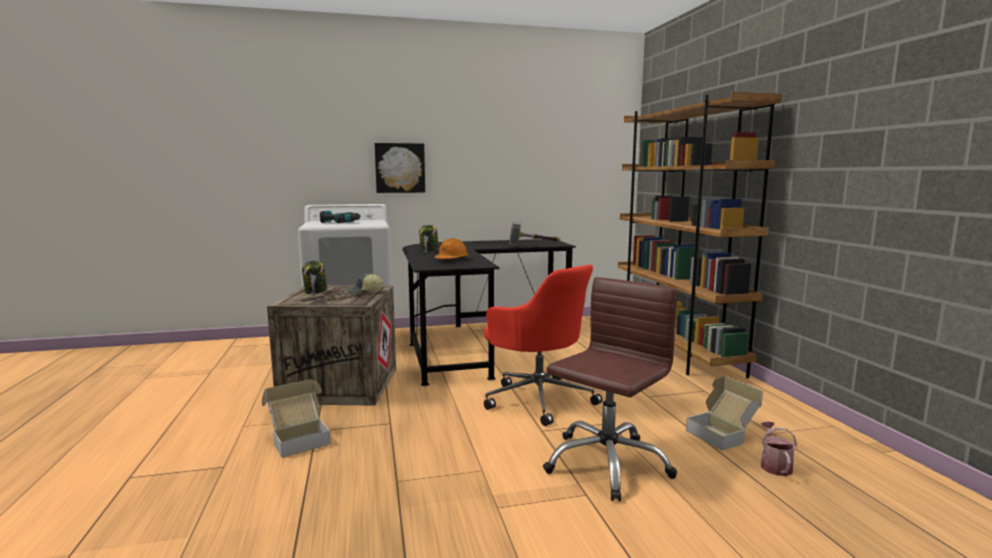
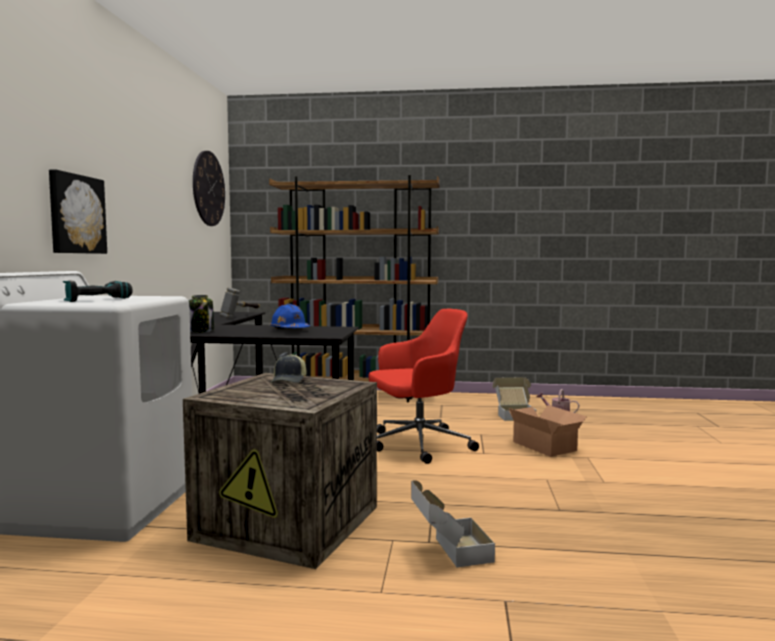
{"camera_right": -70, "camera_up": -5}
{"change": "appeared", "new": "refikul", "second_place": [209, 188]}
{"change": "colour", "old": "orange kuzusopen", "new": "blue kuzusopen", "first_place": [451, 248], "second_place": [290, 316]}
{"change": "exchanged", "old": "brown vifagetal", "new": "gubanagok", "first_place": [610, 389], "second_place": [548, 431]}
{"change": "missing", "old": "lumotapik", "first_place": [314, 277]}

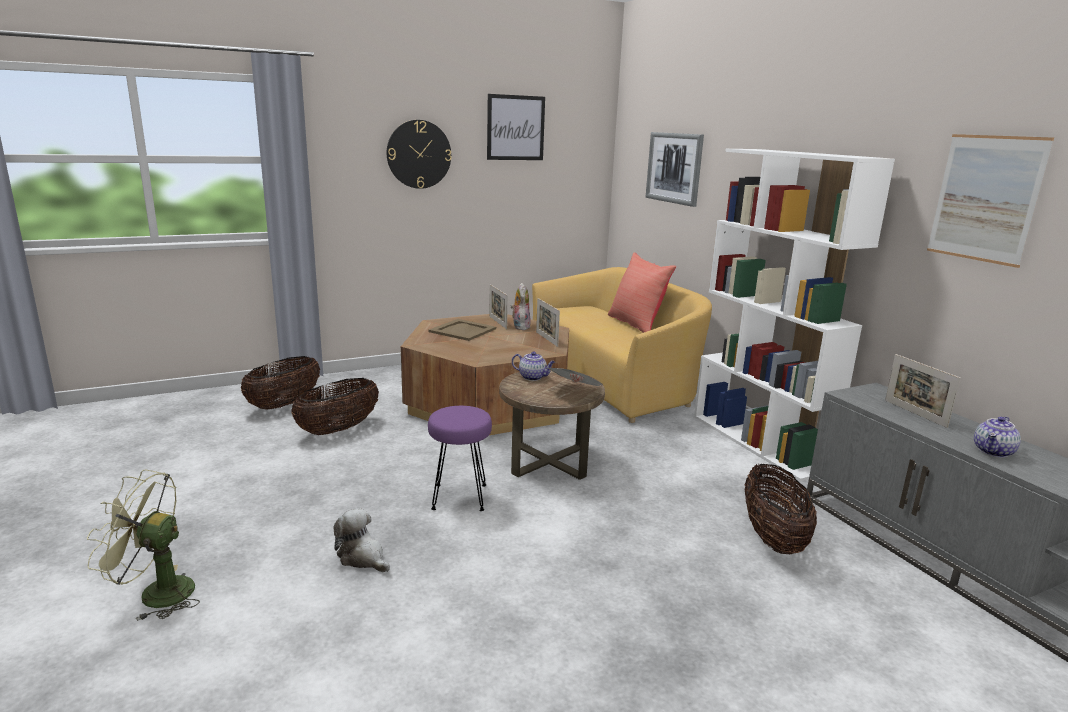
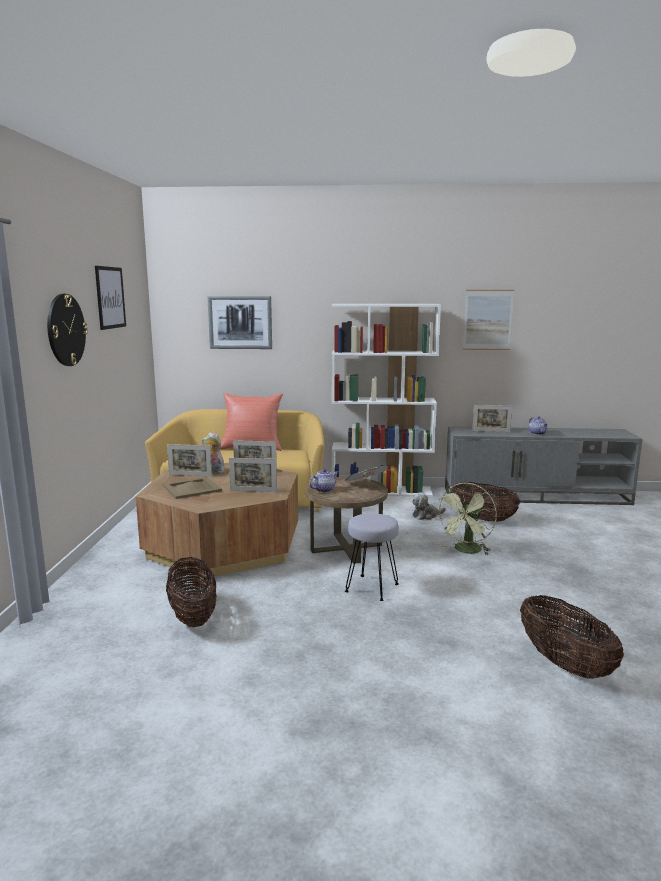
{"camera_right": -60, "camera_up": -5}
{"change": "appeared", "new": "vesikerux", "second_place": [253, 475]}
{"change": "colour", "old": "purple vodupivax", "new": "grey vodupivax", "first_place": [460, 458], "second_place": [372, 557]}
{"change": "relocated", "old": "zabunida", "first_place": [361, 540], "second_place": [429, 506]}
{"change": "relocated", "old": "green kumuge", "first_place": [143, 545], "second_place": [466, 519]}
{"change": "relocated", "old": "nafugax", "first_place": [280, 383], "second_place": [572, 637]}

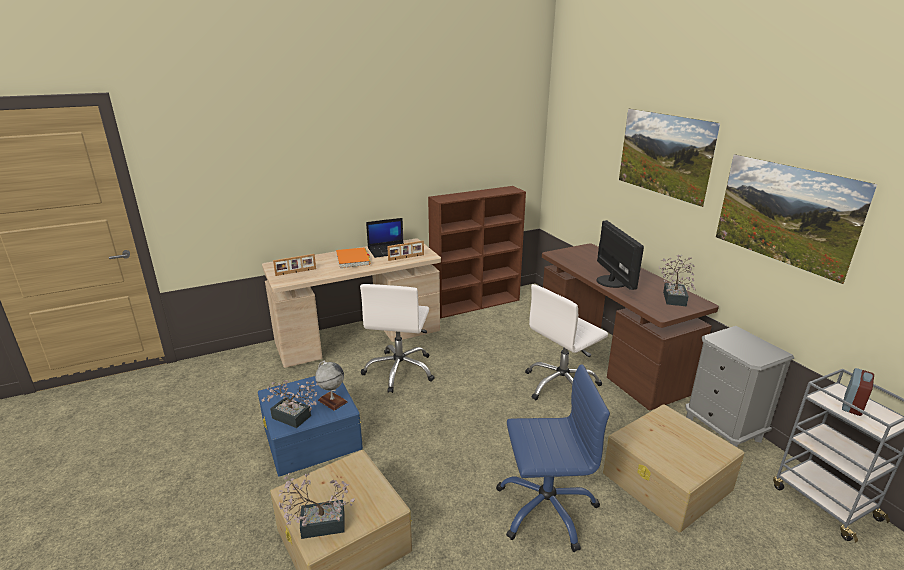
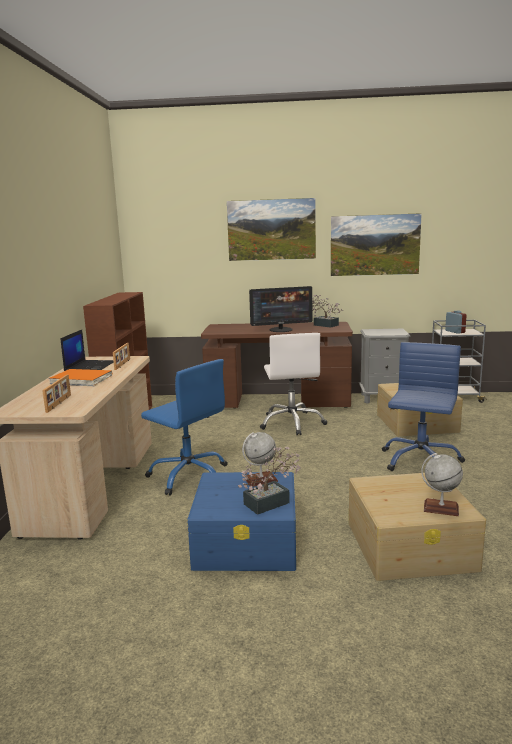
{"camera_right": -60, "camera_up": -10}
{"change": "colour", "old": "white vifagetal", "new": "blue vifagetal", "first_place": [397, 338], "second_place": [184, 427]}
{"change": "spun", "old": "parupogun", "first_place": [620, 255], "second_place": [280, 309], "degrees": 150}
{"change": "exchanged", "old": "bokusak", "new": "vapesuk", "first_place": [317, 506], "second_place": [442, 484]}

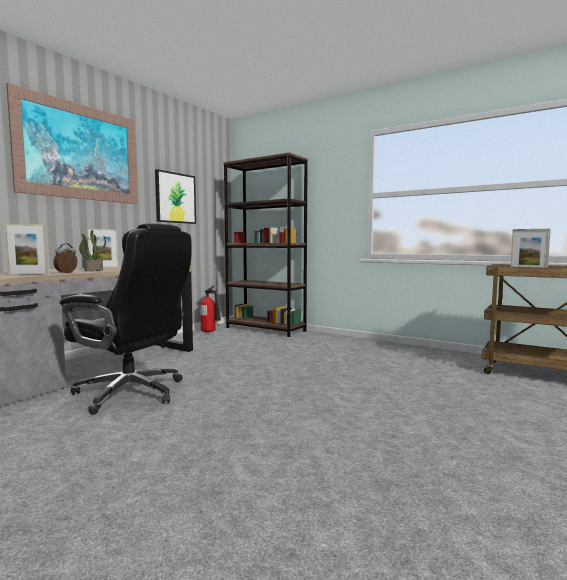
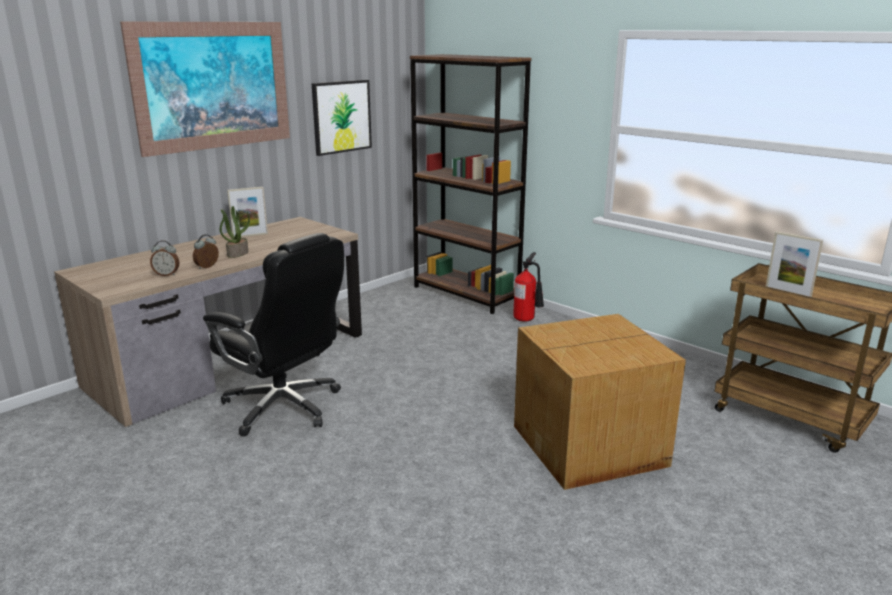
{"camera_right": 10, "camera_up": 15}
{"change": "exchanged", "old": "vesikerux", "new": "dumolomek", "first_place": [26, 249], "second_place": [164, 258]}
{"change": "relocated", "old": "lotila", "first_place": [210, 309], "second_place": [528, 287]}
{"change": "appeared", "new": "gubanagok", "second_place": [600, 402]}

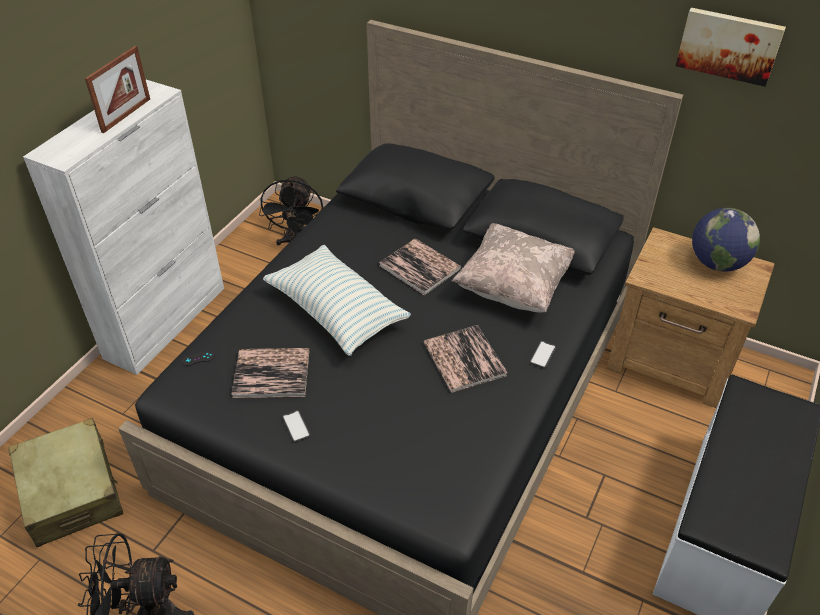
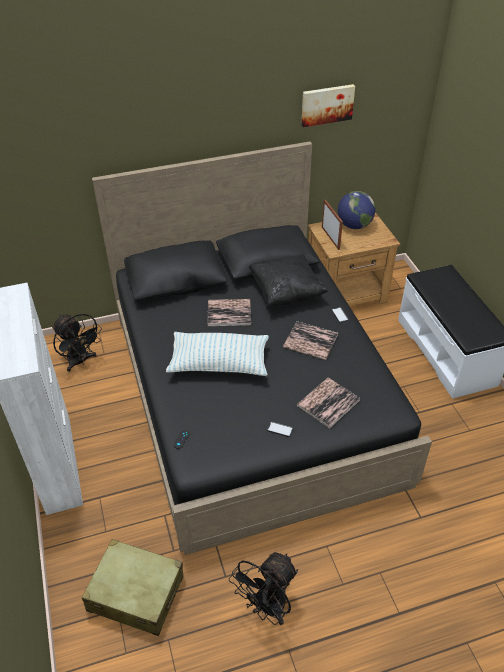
{"camera_right": -45, "camera_up": 0}
{"change": "colour", "old": "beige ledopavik", "new": "black ledopavik", "first_place": [513, 267], "second_place": [288, 280]}
{"change": "relocated", "old": "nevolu", "first_place": [270, 373], "second_place": [328, 403]}
{"change": "relocated", "old": "vesikerux", "first_place": [117, 89], "second_place": [332, 224]}

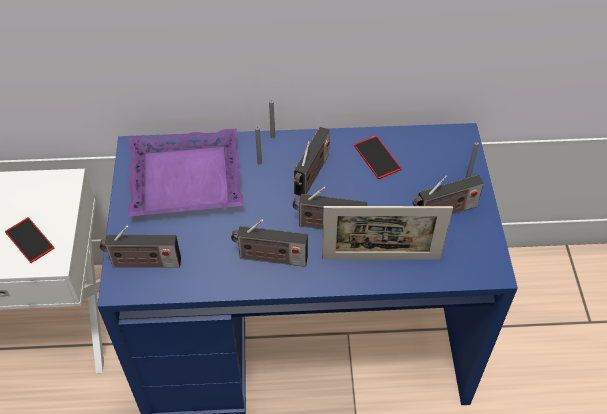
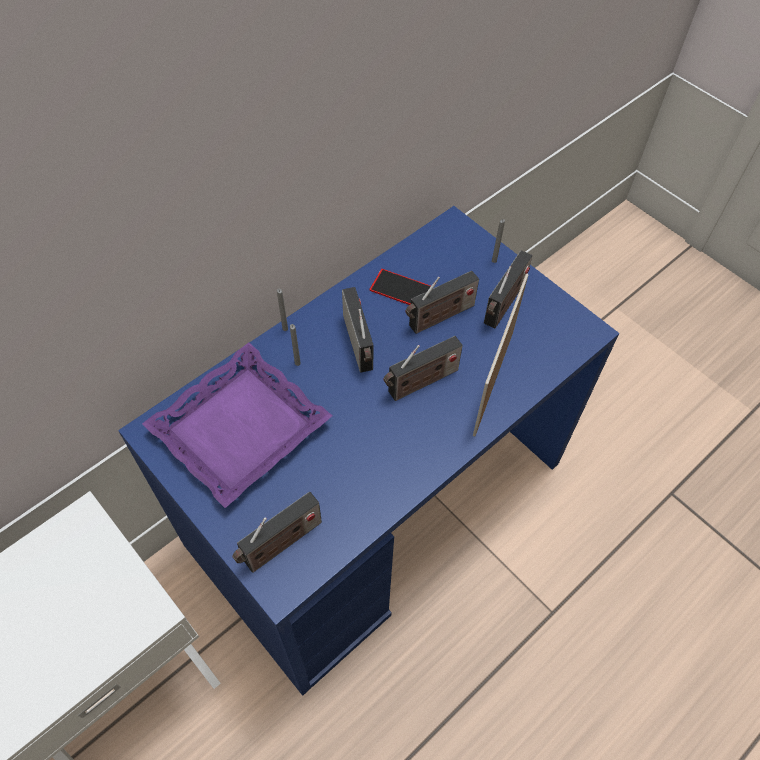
{"camera_right": -40, "camera_up": 5}
{"change": "relocated", "old": "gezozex", "first_place": [269, 243], "second_place": [442, 302]}
{"change": "spun", "old": "vesikerux", "first_place": [387, 233], "second_place": [501, 355], "degrees": 150}
{"change": "missing", "old": "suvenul", "first_place": [29, 240]}

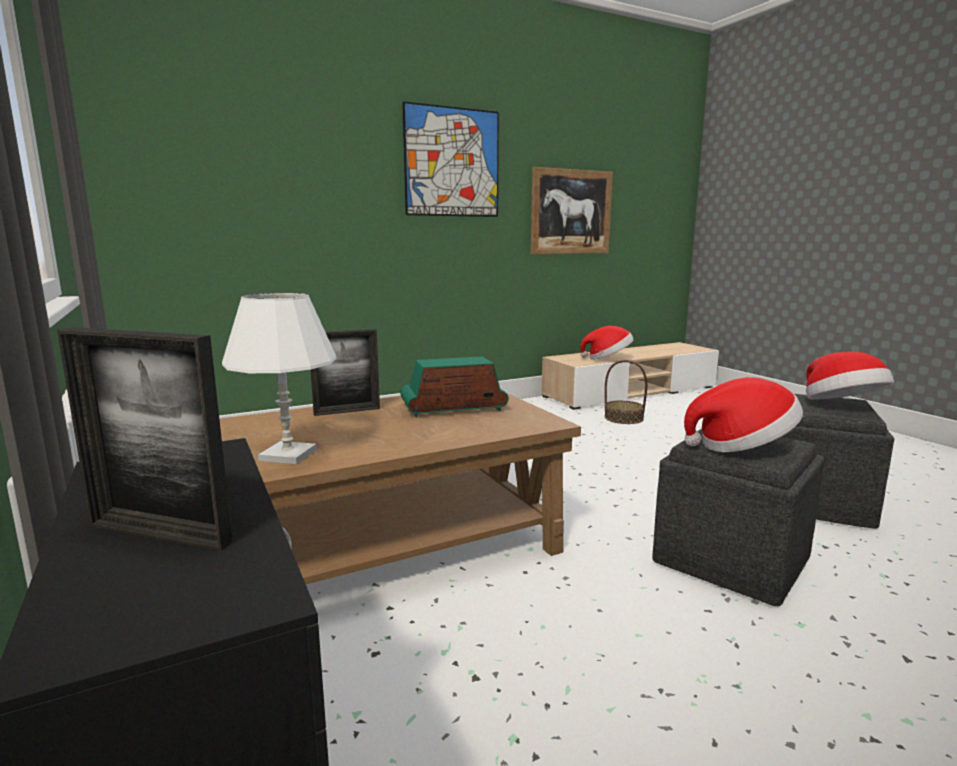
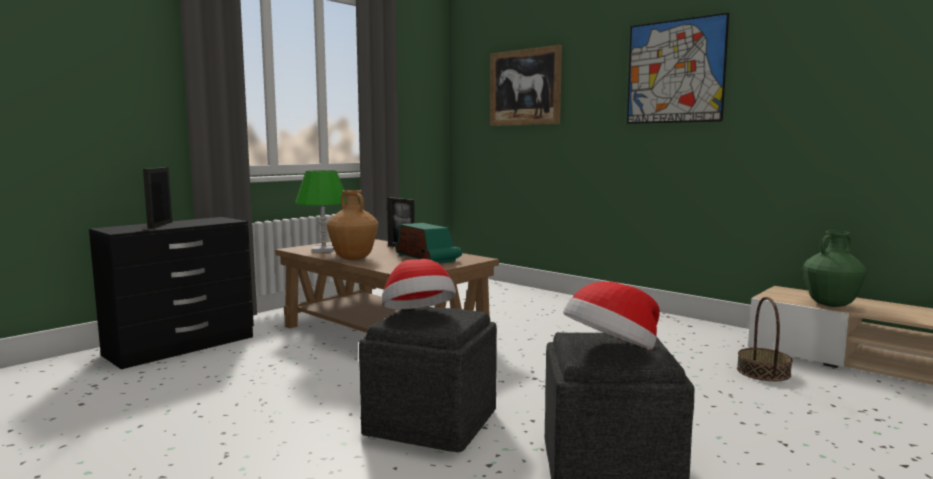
{"camera_right": 70, "camera_up": -5}
{"change": "colour", "old": "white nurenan", "new": "green nurenan", "first_place": [279, 378], "second_place": [320, 211]}
{"change": "appeared", "new": "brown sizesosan", "second_place": [352, 225]}
{"change": "relocated", "old": "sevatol", "first_place": [572, 210], "second_place": [526, 85]}
{"change": "exchanged", "old": "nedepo", "new": "green sizesosan", "first_place": [607, 343], "second_place": [835, 269]}

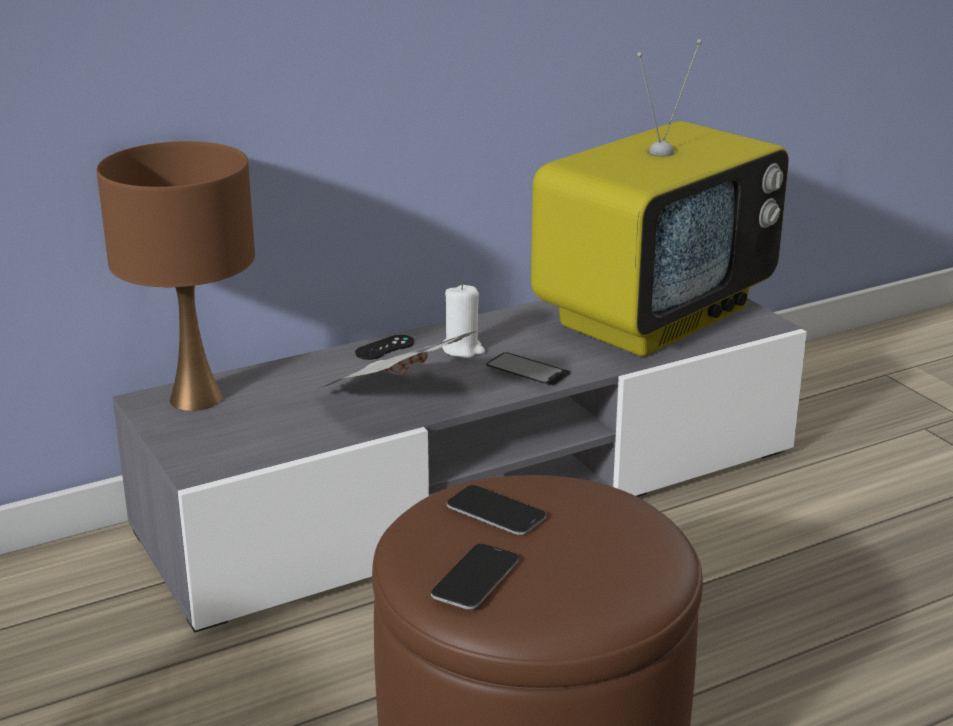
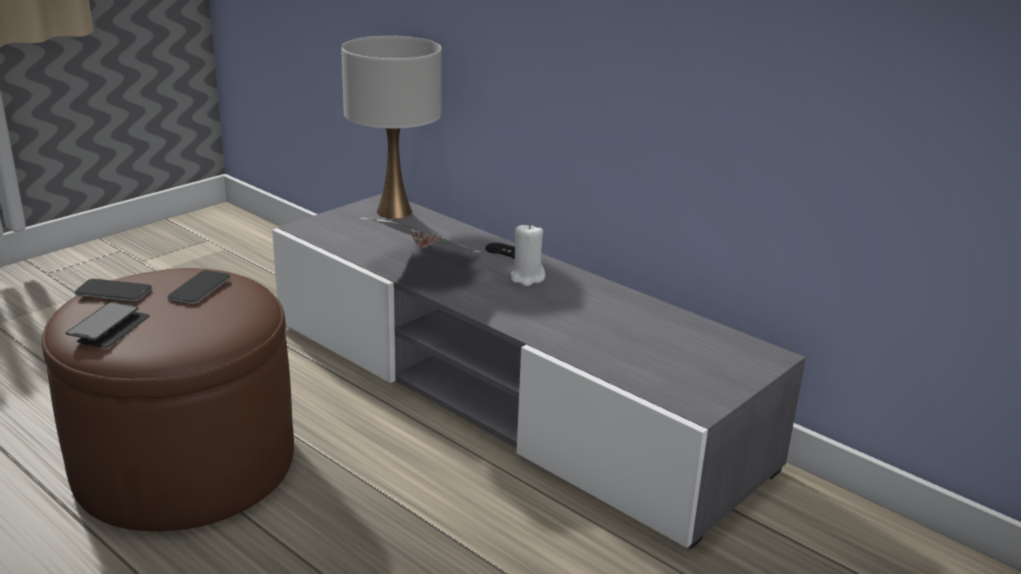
{"camera_right": 70, "camera_up": 0}
{"change": "relocated", "old": "suvenul", "first_place": [528, 368], "second_place": [107, 325]}
{"change": "colour", "old": "brown nurenan", "new": "white nurenan", "first_place": [176, 276], "second_place": [391, 127]}
{"change": "missing", "old": "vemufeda", "first_place": [660, 198]}

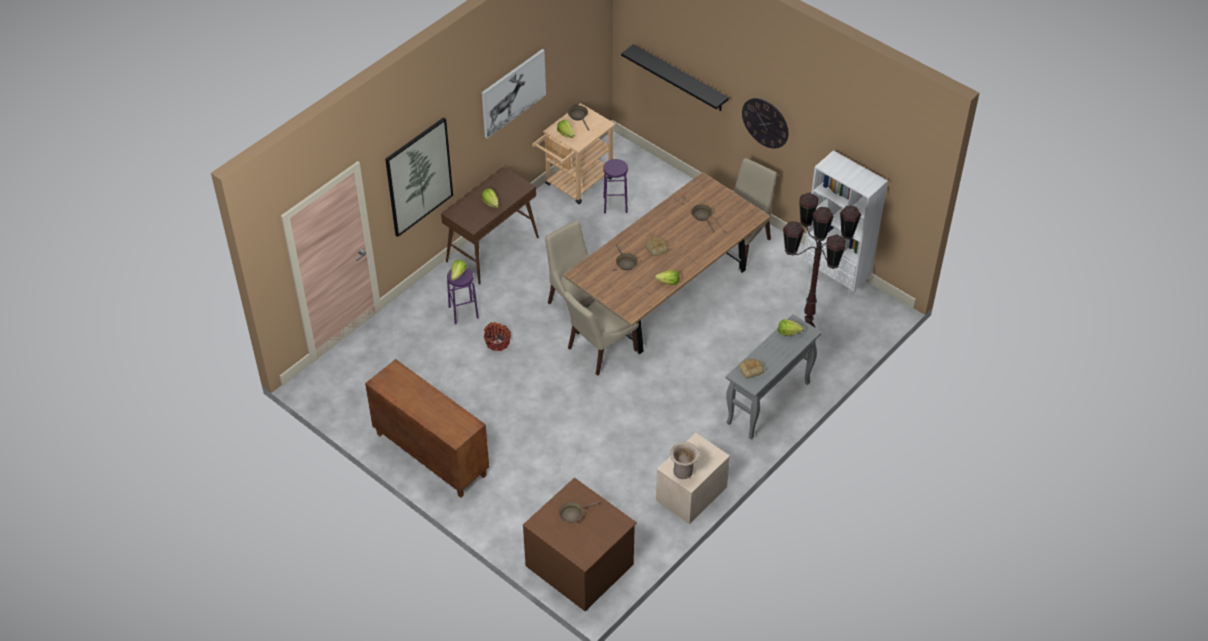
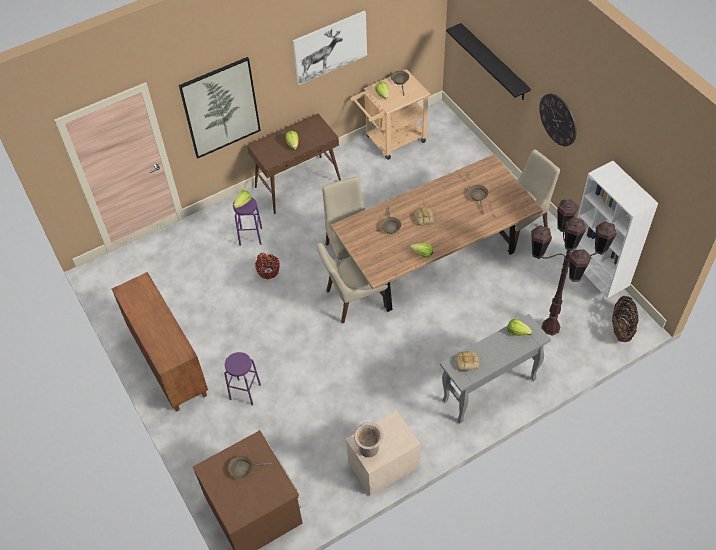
{"camera_right": 20, "camera_up": 5}
{"change": "relocated", "old": "purple vodupivax", "first_place": [615, 186], "second_place": [242, 378]}
{"change": "appeared", "new": "nafugax", "second_place": [625, 319]}

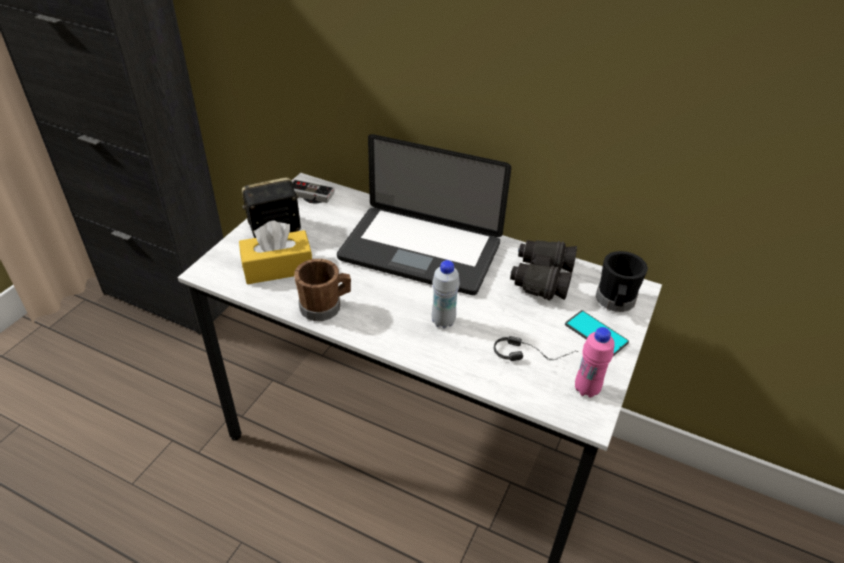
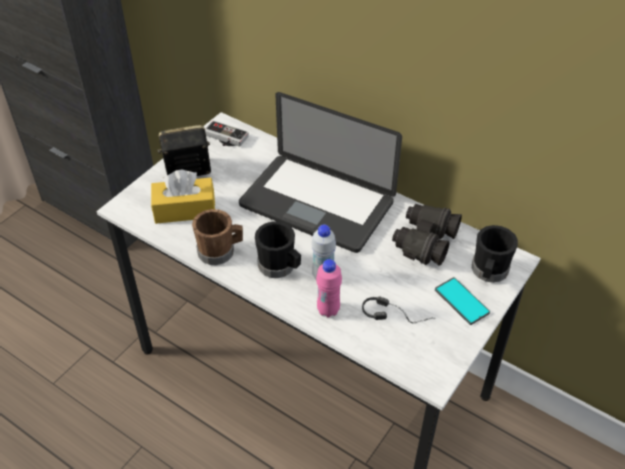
{"camera_right": 10, "camera_up": 5}
{"change": "appeared", "new": "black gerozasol", "second_place": [278, 249]}
{"change": "relocated", "old": "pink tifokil", "first_place": [595, 362], "second_place": [329, 288]}

